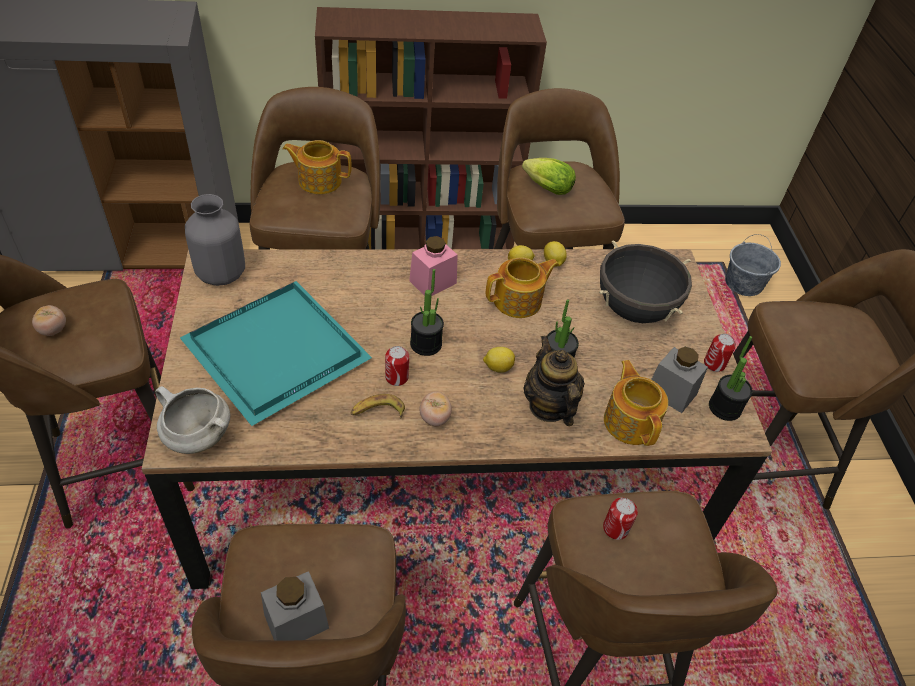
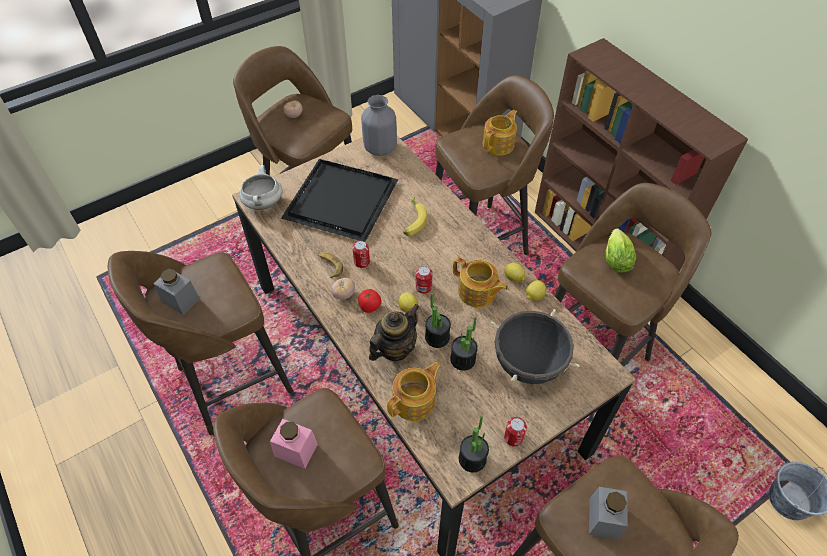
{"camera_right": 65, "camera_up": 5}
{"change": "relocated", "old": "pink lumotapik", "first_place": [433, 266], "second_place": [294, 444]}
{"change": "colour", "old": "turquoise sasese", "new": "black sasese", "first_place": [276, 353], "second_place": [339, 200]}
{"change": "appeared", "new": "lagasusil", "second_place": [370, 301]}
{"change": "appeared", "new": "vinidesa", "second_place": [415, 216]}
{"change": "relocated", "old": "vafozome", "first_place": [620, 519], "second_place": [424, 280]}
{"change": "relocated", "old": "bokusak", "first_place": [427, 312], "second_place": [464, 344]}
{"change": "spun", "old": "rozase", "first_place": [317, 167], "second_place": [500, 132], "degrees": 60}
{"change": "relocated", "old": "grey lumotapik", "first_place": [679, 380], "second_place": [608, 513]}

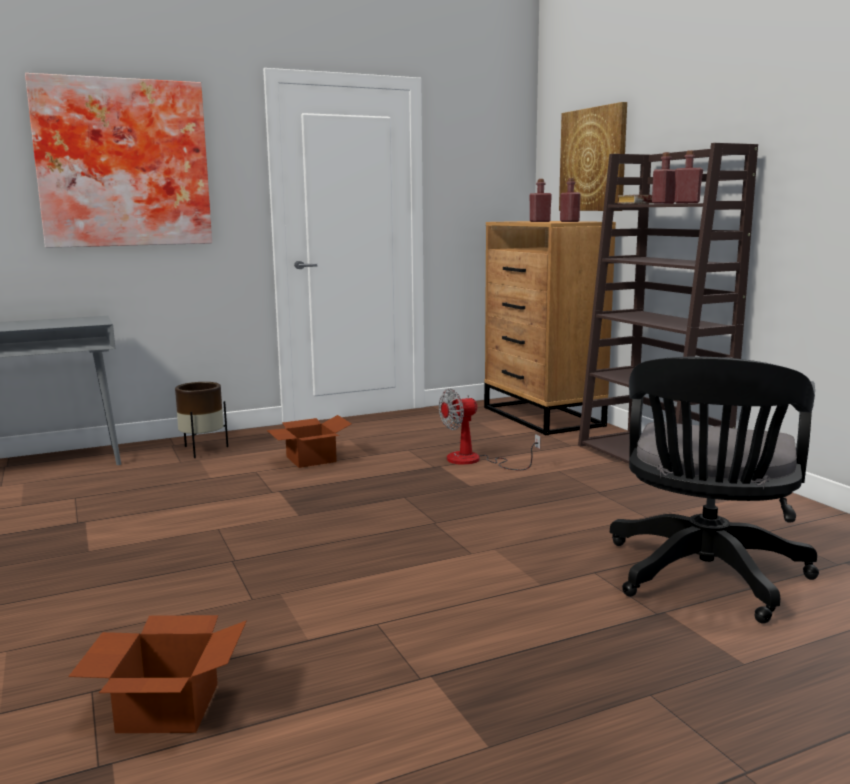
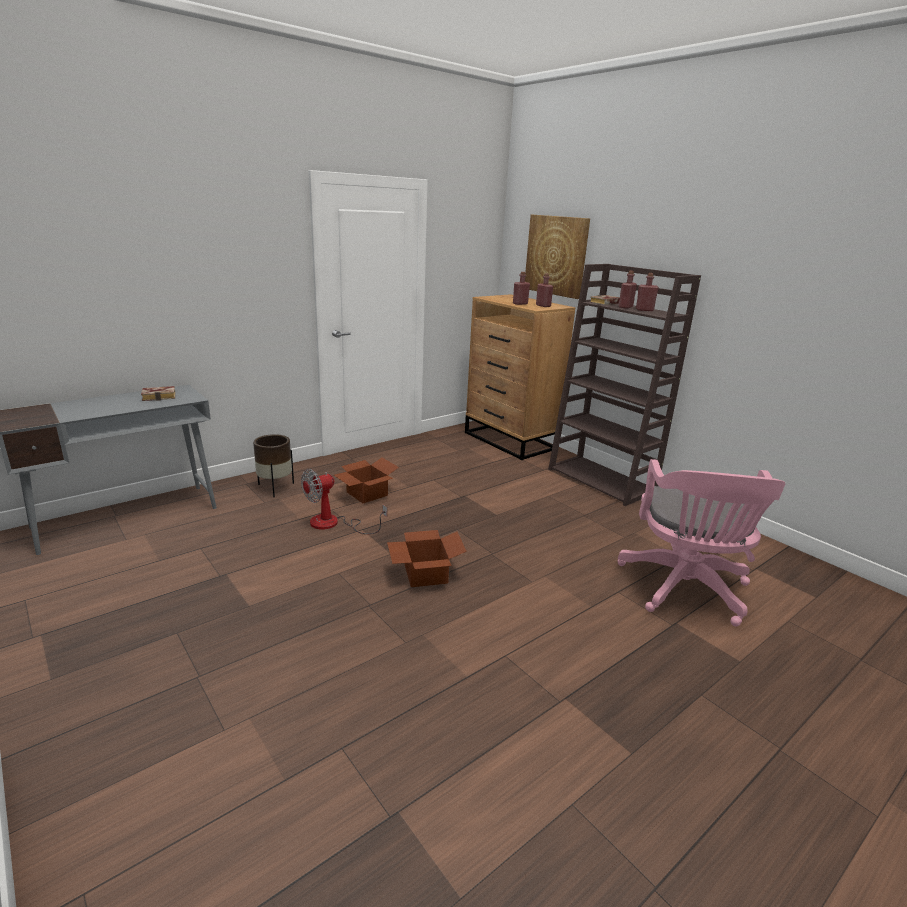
{"camera_right": -15, "camera_up": 10}
{"change": "appeared", "new": "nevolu", "second_place": [158, 393]}
{"change": "relocated", "old": "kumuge", "first_place": [490, 429], "second_place": [344, 501]}
{"change": "relocated", "old": "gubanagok", "first_place": [157, 674], "second_place": [427, 558]}
{"change": "colour", "old": "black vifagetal", "new": "pink vifagetal", "first_place": [714, 490], "second_place": [701, 542]}
{"change": "missing", "old": "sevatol", "first_place": [118, 160]}

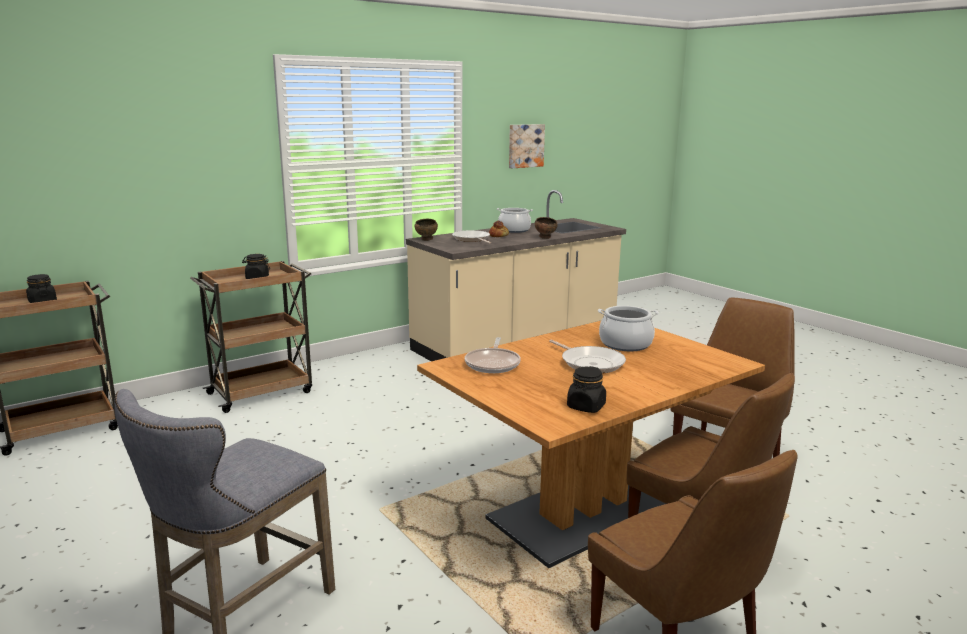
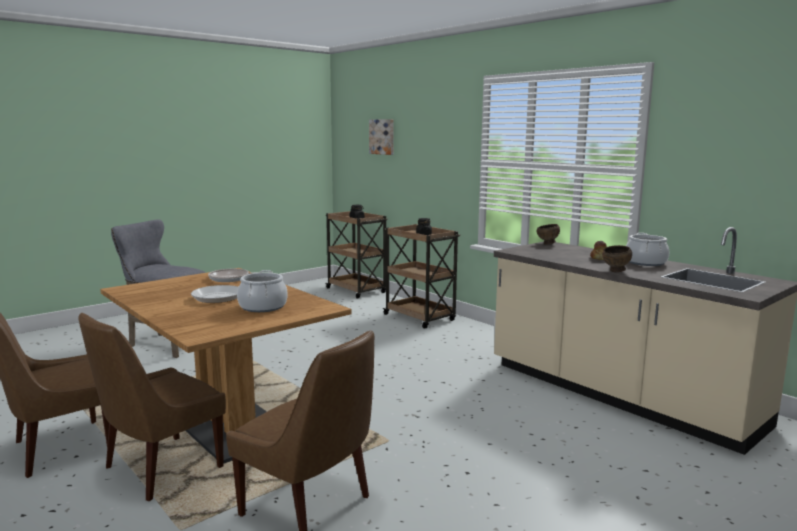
{"camera_right": 85, "camera_up": -5}
{"change": "relocated", "old": "sevatol", "first_place": [527, 146], "second_place": [381, 137]}
{"change": "missing", "old": "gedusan", "first_place": [471, 237]}
{"change": "missing", "old": "black lumotapik", "first_place": [586, 389]}

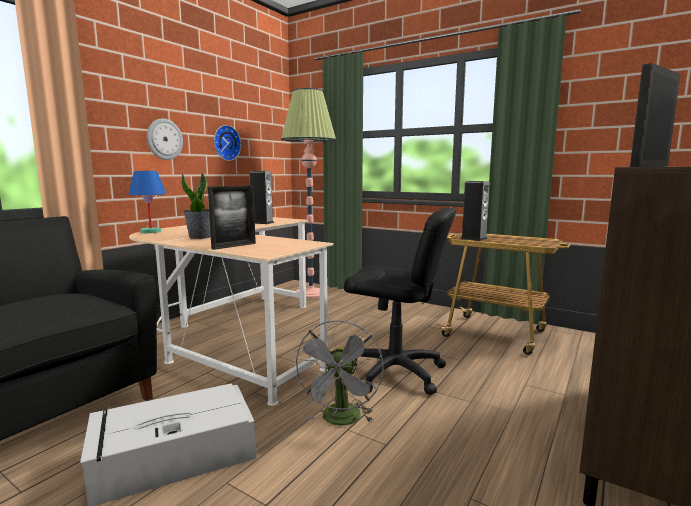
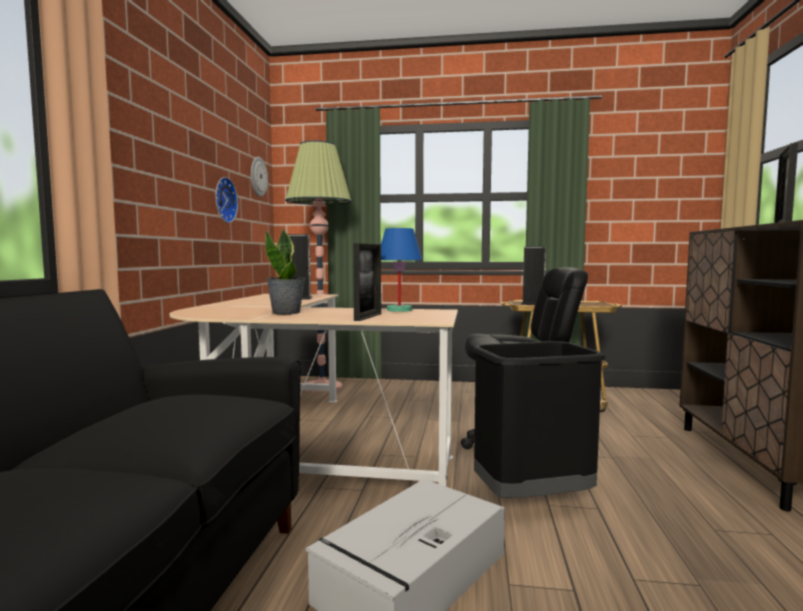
{"camera_right": -25, "camera_up": -5}
{"change": "relocated", "old": "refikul", "first_place": [165, 139], "second_place": [259, 177]}
{"change": "relocated", "old": "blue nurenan", "first_place": [147, 202], "second_place": [402, 270]}
{"change": "exchanged", "old": "grey kumuge", "new": "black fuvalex", "first_place": [338, 373], "second_place": [539, 419]}

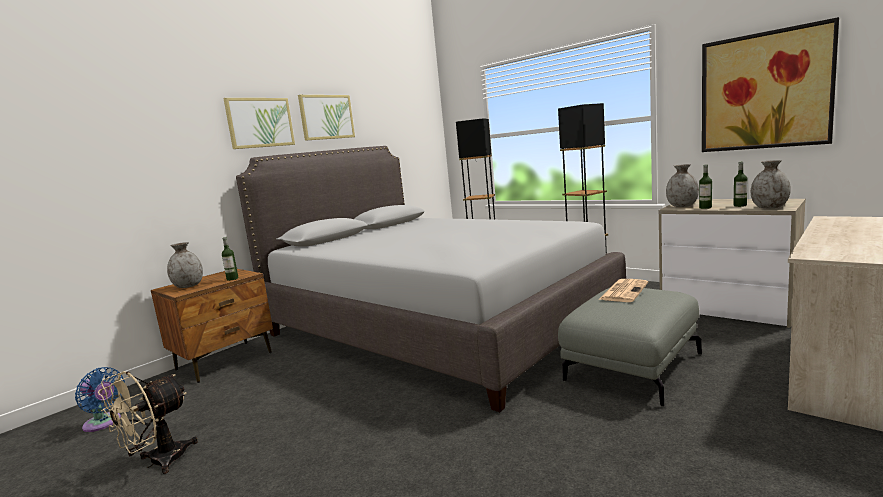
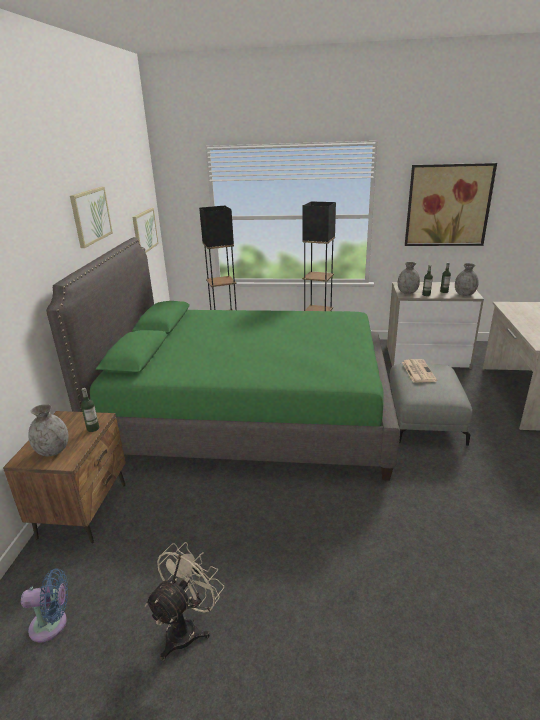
{"camera_right": -35, "camera_up": 15}
{"change": "colour", "old": "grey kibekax", "new": "green kibekax", "first_place": [431, 279], "second_place": [223, 359]}
{"change": "relocated", "old": "sevatol", "first_place": [259, 123], "second_place": [145, 230]}
{"change": "spun", "old": "beige kumuge", "first_place": [148, 422], "second_place": [184, 601], "degrees": -150}

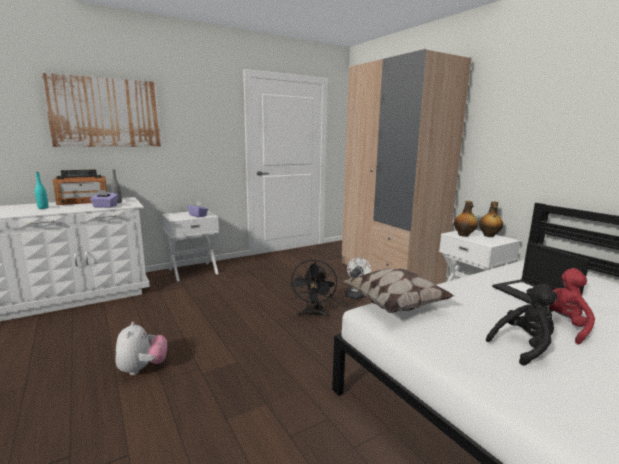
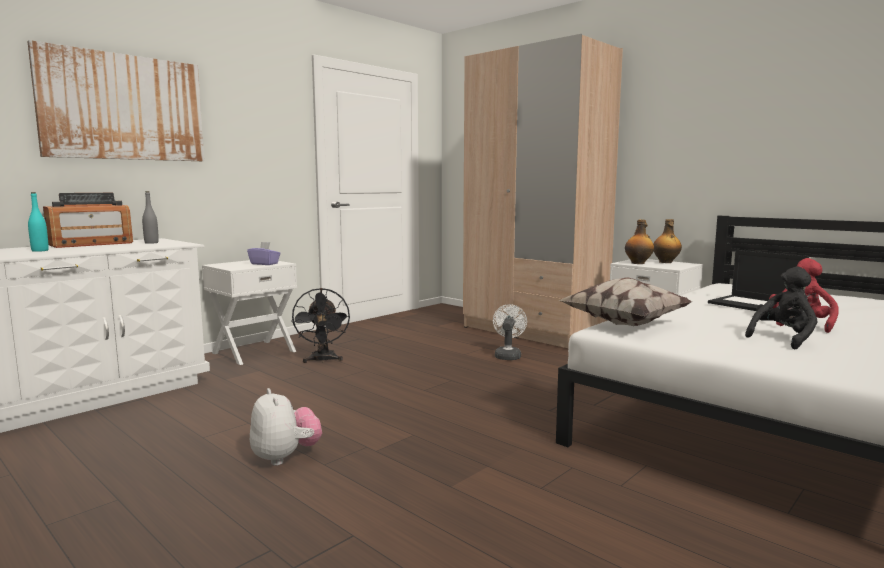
{"camera_right": -15, "camera_up": -5}
{"change": "relocated", "old": "black kumuge", "first_place": [313, 288], "second_place": [320, 325]}
{"change": "missing", "old": "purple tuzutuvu", "first_place": [104, 199]}

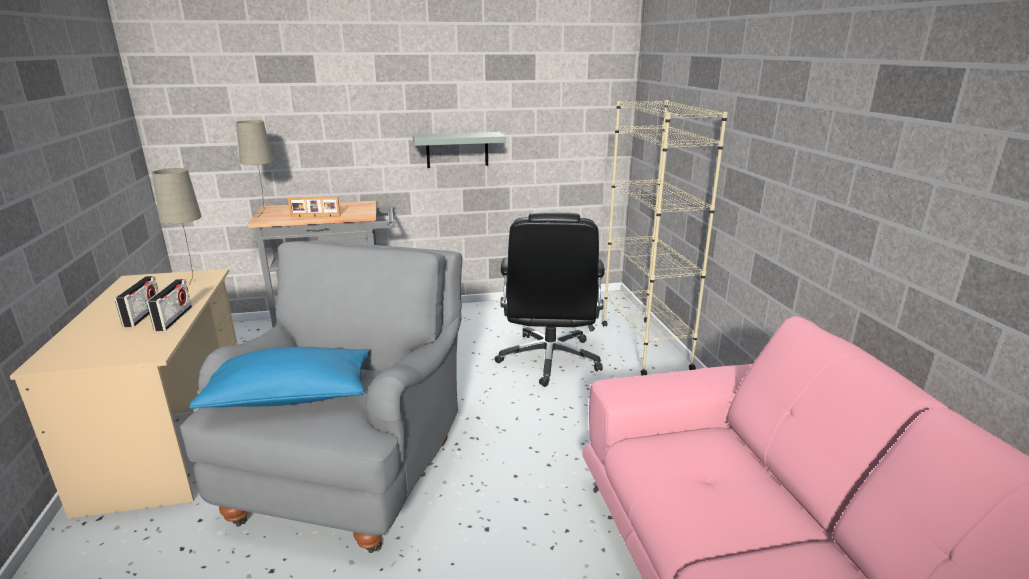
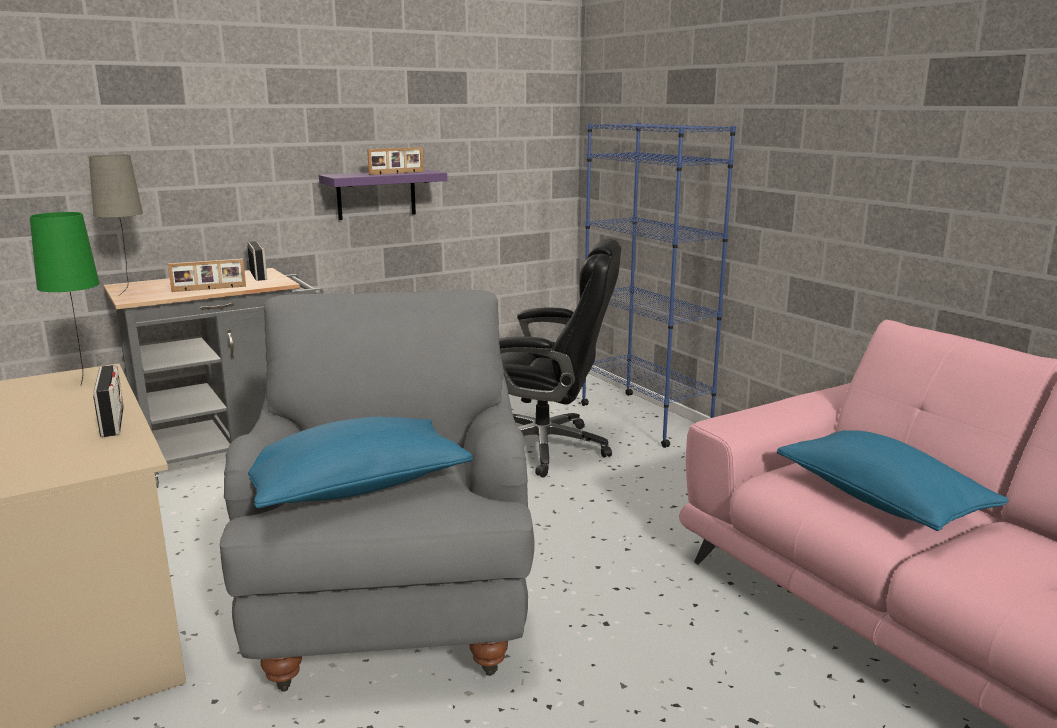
{"camera_right": -20, "camera_up": -5}
{"change": "colour", "old": "beige nurenan", "new": "green nurenan", "first_place": [177, 226], "second_place": [65, 298]}
{"change": "relocated", "old": "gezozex", "first_place": [137, 301], "second_place": [257, 261]}
{"change": "colour", "old": "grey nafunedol", "new": "purple nafunedol", "first_place": [459, 150], "second_place": [383, 195]}
{"change": "appeared", "new": "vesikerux", "second_place": [395, 161]}
{"change": "spun", "old": "black vifagetal", "first_place": [550, 299], "second_place": [560, 358], "degrees": -60}
{"change": "colour", "old": "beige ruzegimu", "new": "blue ruzegimu", "first_place": [665, 238], "second_place": [658, 285]}
{"change": "appeared", "new": "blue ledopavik", "second_place": [893, 480]}

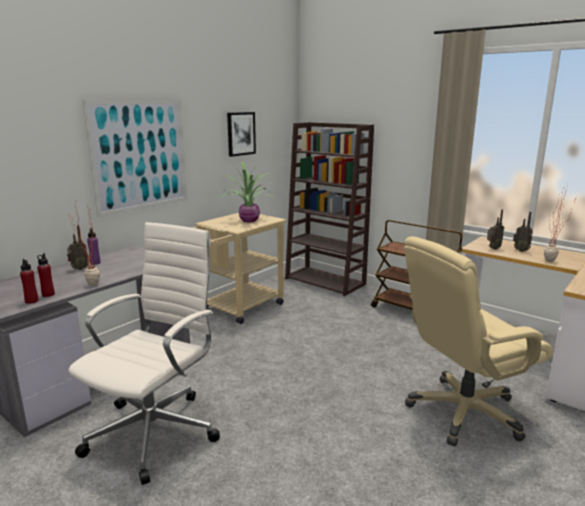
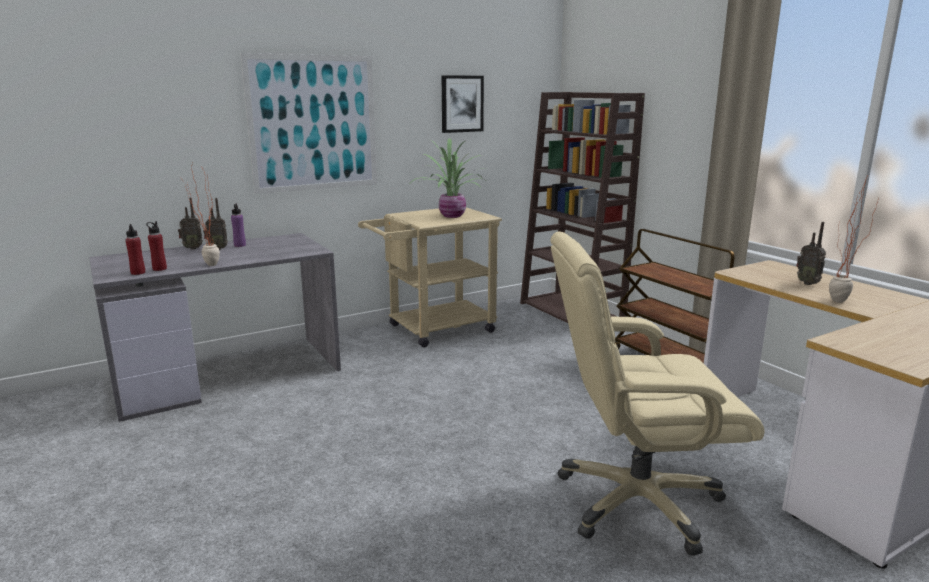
{"camera_right": 20, "camera_up": 0}
{"change": "relocated", "old": "gezozex", "first_place": [495, 229], "second_place": [190, 223]}
{"change": "missing", "old": "white vifagetal", "first_place": [144, 353]}

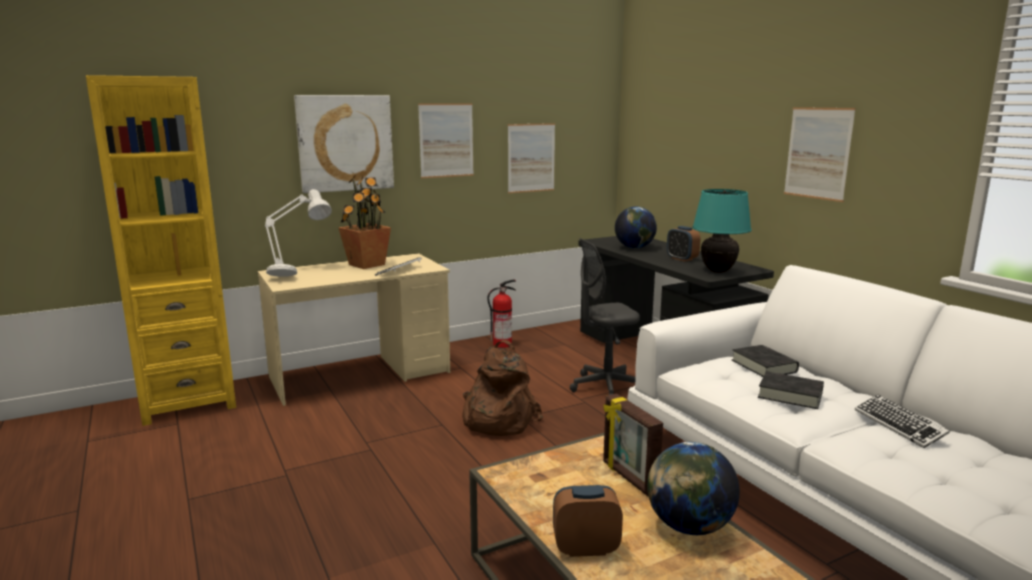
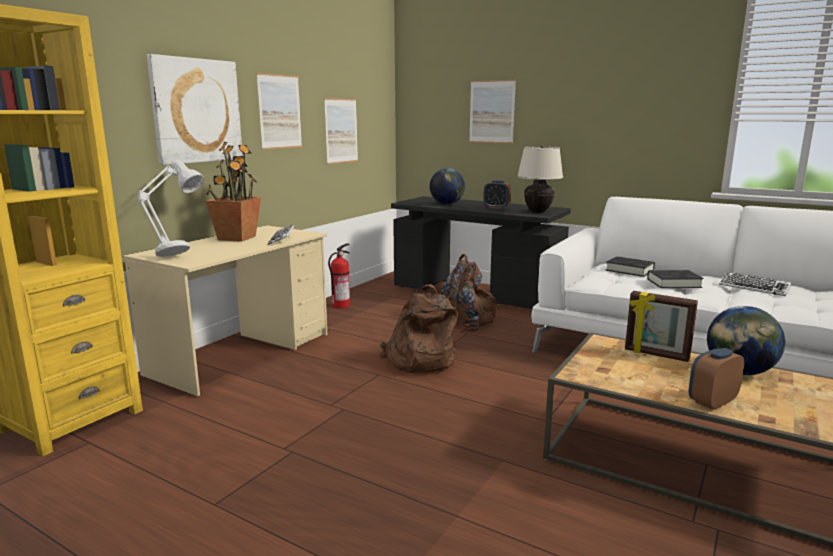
{"camera_right": -30, "camera_up": 0}
{"change": "exchanged", "old": "grey vifagetal", "new": "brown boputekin", "first_place": [605, 316], "second_place": [470, 293]}
{"change": "relocated", "old": "sevatol", "first_place": [820, 154], "second_place": [492, 111]}
{"change": "colour", "old": "turquoise nurenan", "new": "beige nurenan", "first_place": [722, 231], "second_place": [540, 179]}

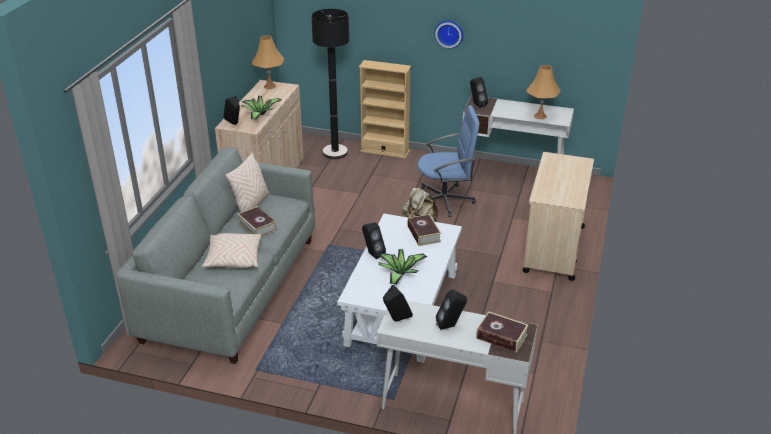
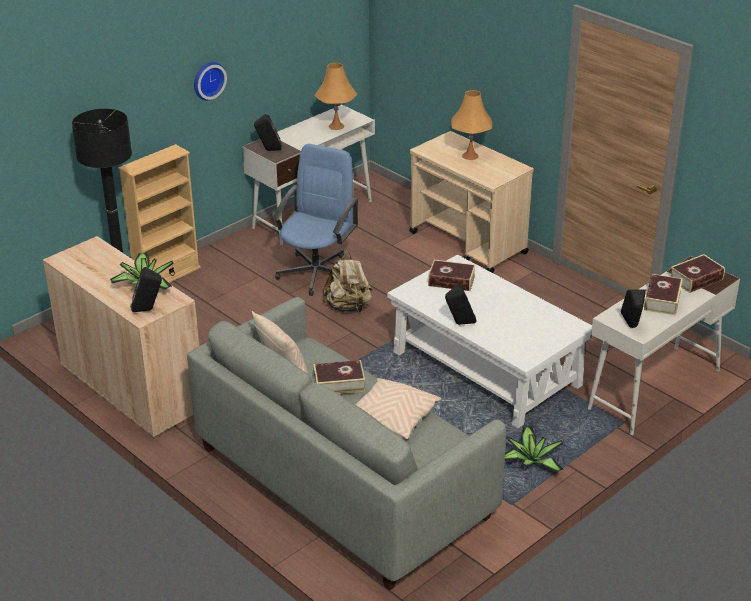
{"camera_right": -60, "camera_up": 0}
{"change": "relocated", "old": "orange nurenan", "first_place": [268, 62], "second_place": [471, 125]}
{"change": "relocated", "old": "bokusak", "first_place": [402, 267], "second_place": [534, 450]}
{"change": "exchanged", "old": "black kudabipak", "new": "nevolu", "first_place": [451, 310], "second_place": [663, 294]}

